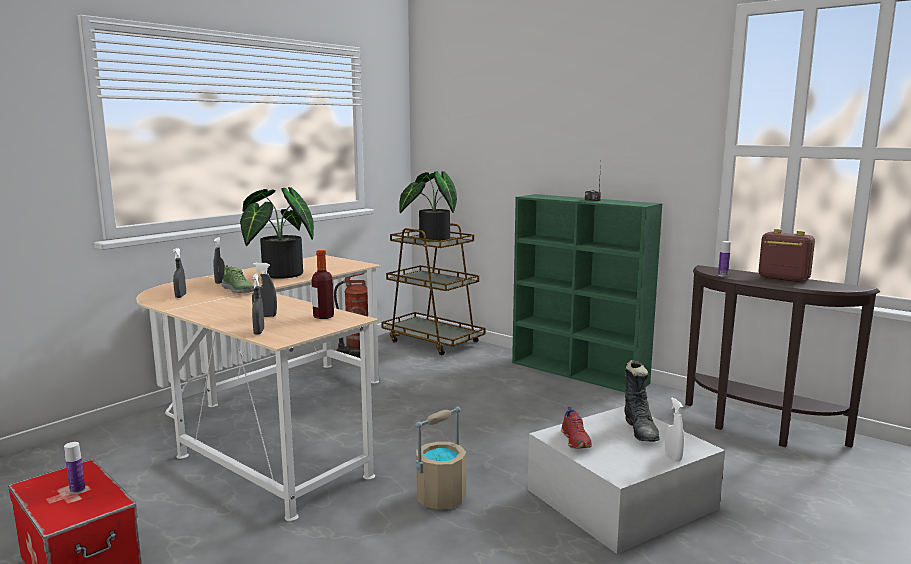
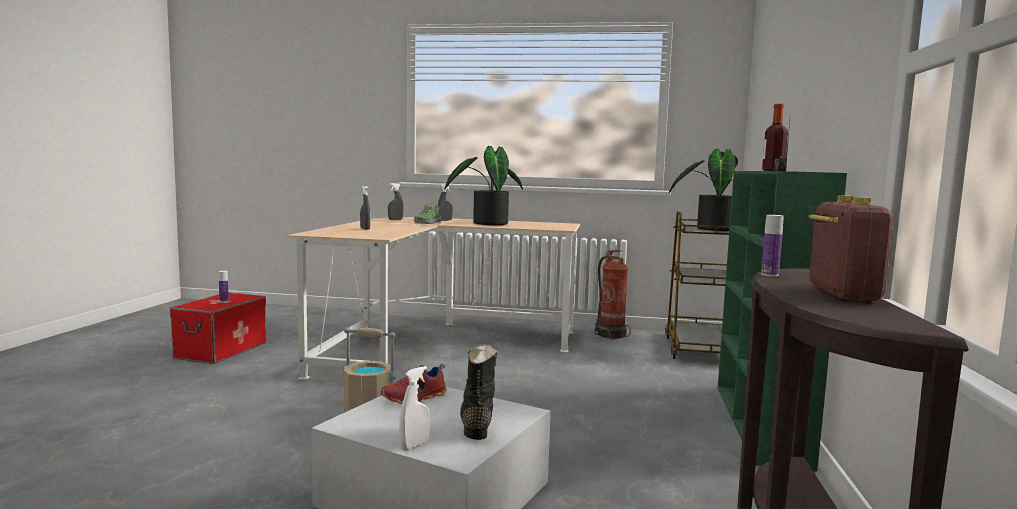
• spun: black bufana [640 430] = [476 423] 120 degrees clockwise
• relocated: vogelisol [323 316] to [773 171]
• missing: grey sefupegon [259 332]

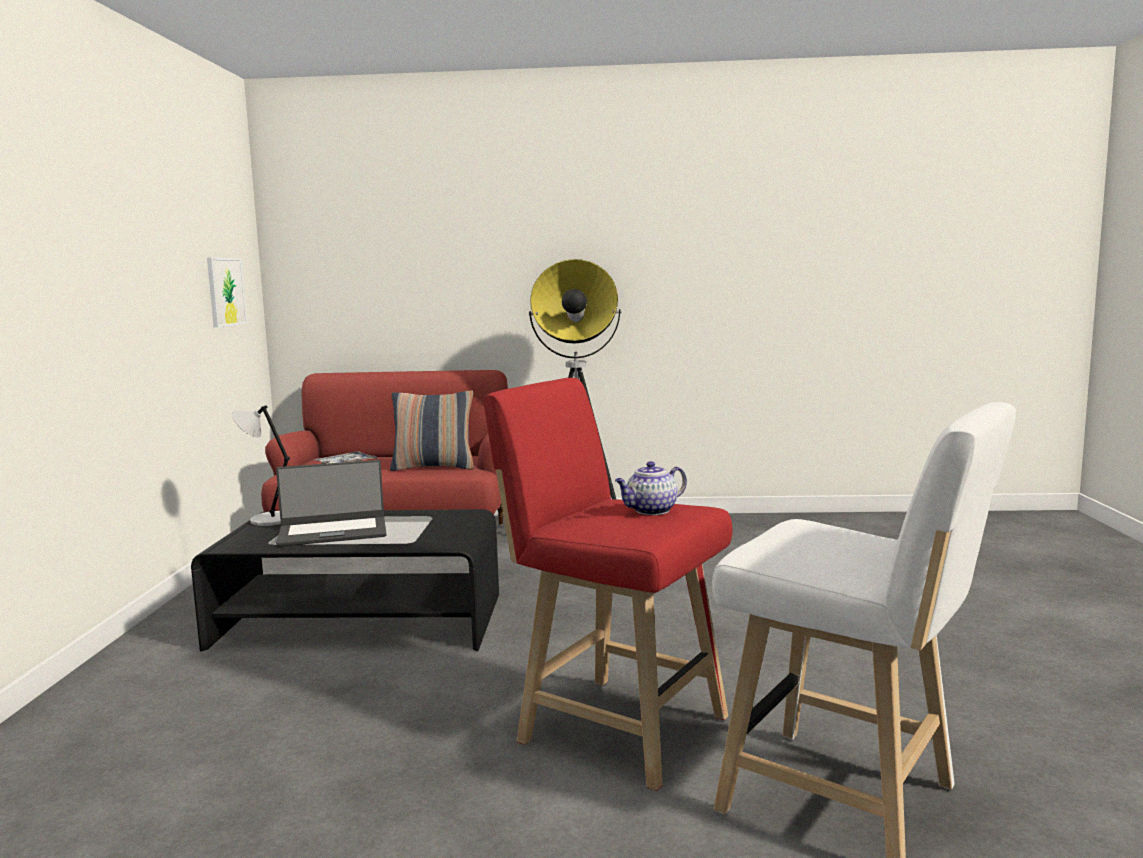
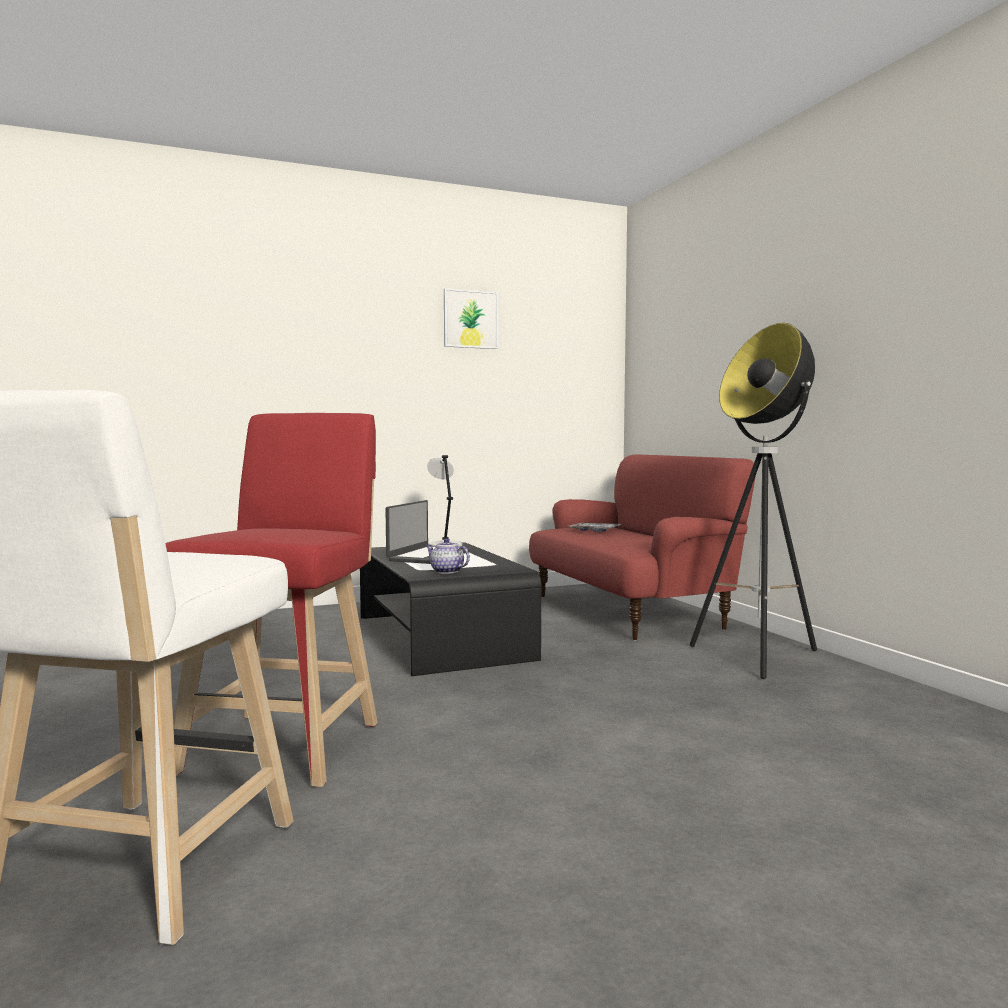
• spun: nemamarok [333 532] = [428 556] 120 degrees counterclockwise
• relocated: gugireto [651 511] to [446 571]
• relocated: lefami [225 292] to [470 319]
• missing: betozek [434 467]

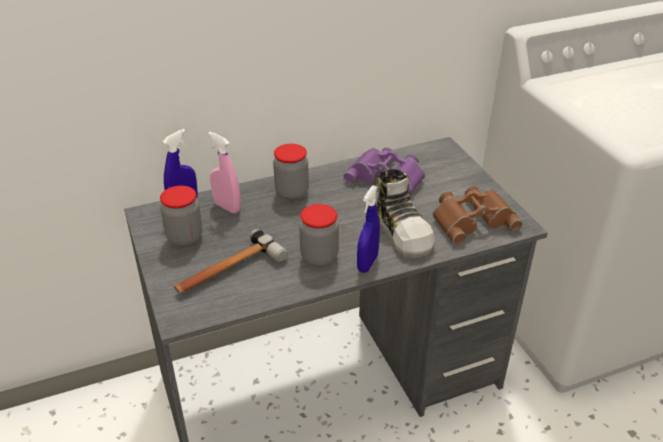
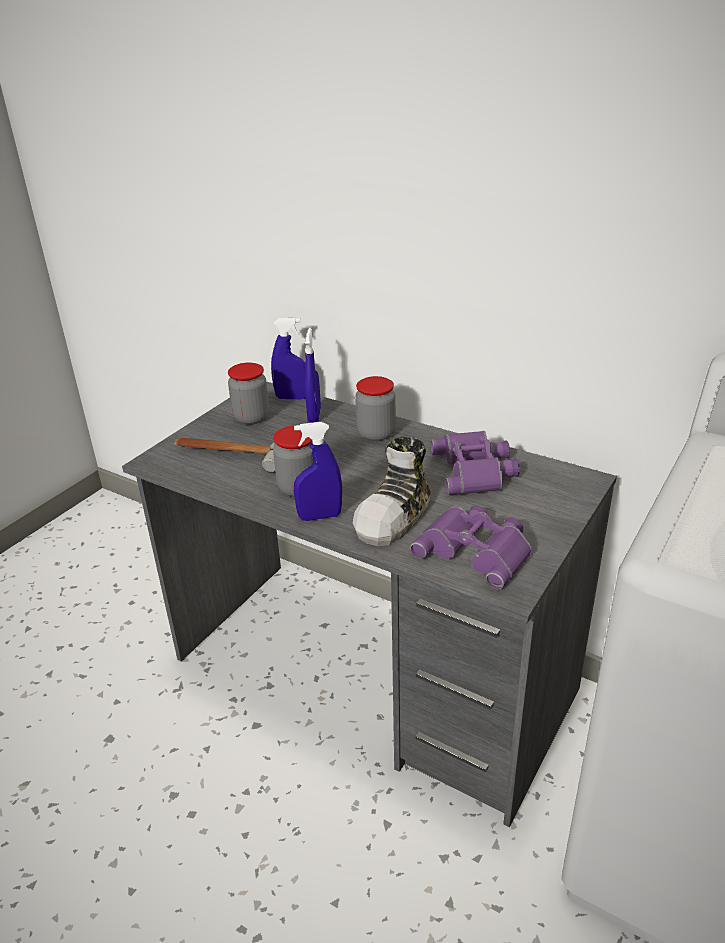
• colour: pink sefupegon [227 207] to blue sefupegon [314 415]
• colour: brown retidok [472 219] to purple retidok [476 550]

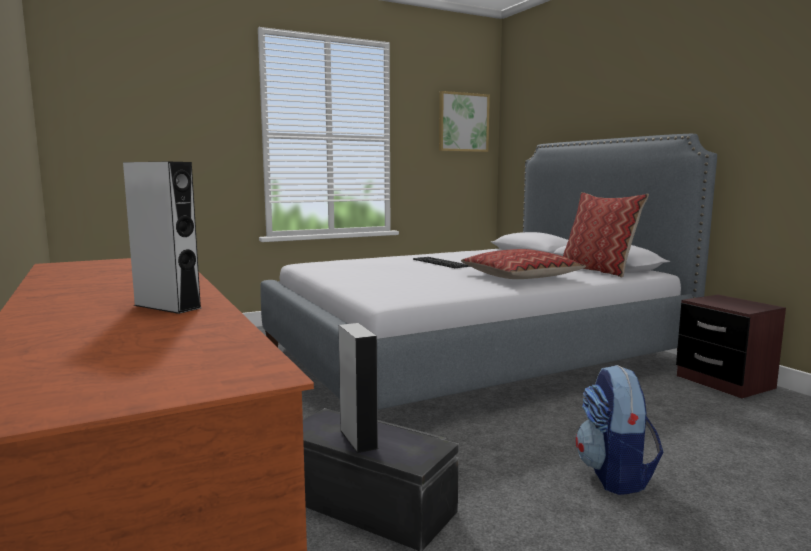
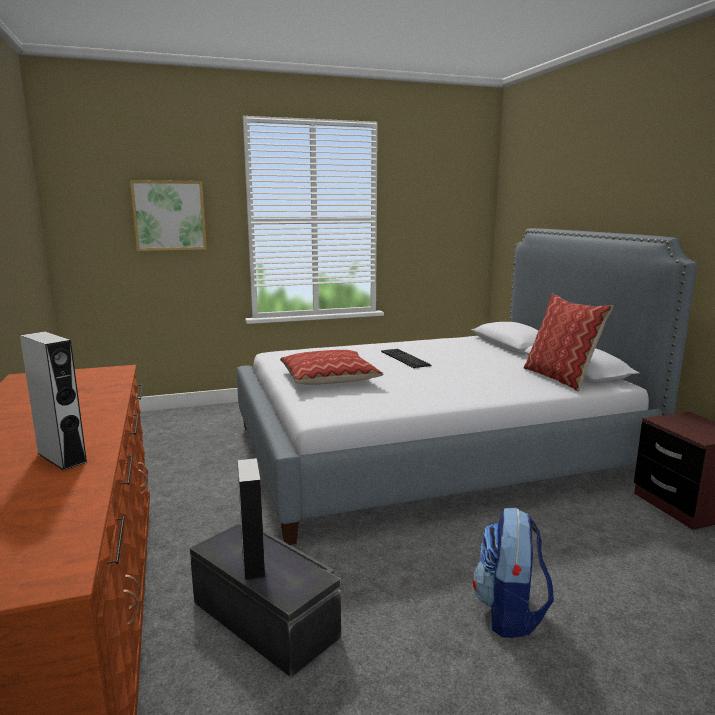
• relocated: lefami [463 122] to [169 215]
• relocated: betozek [520 276] to [329 378]

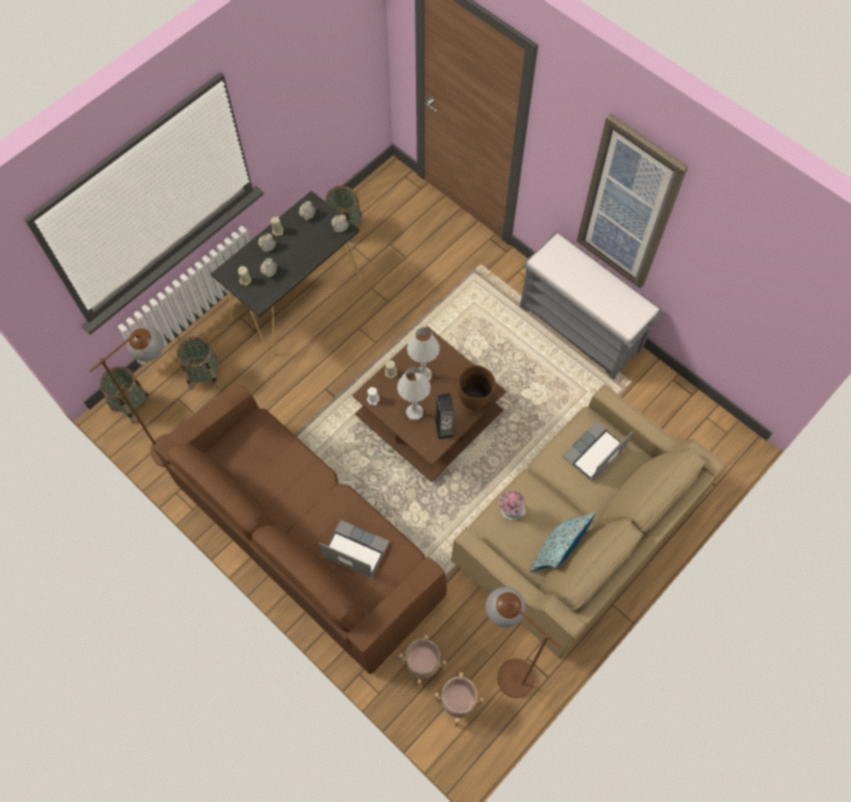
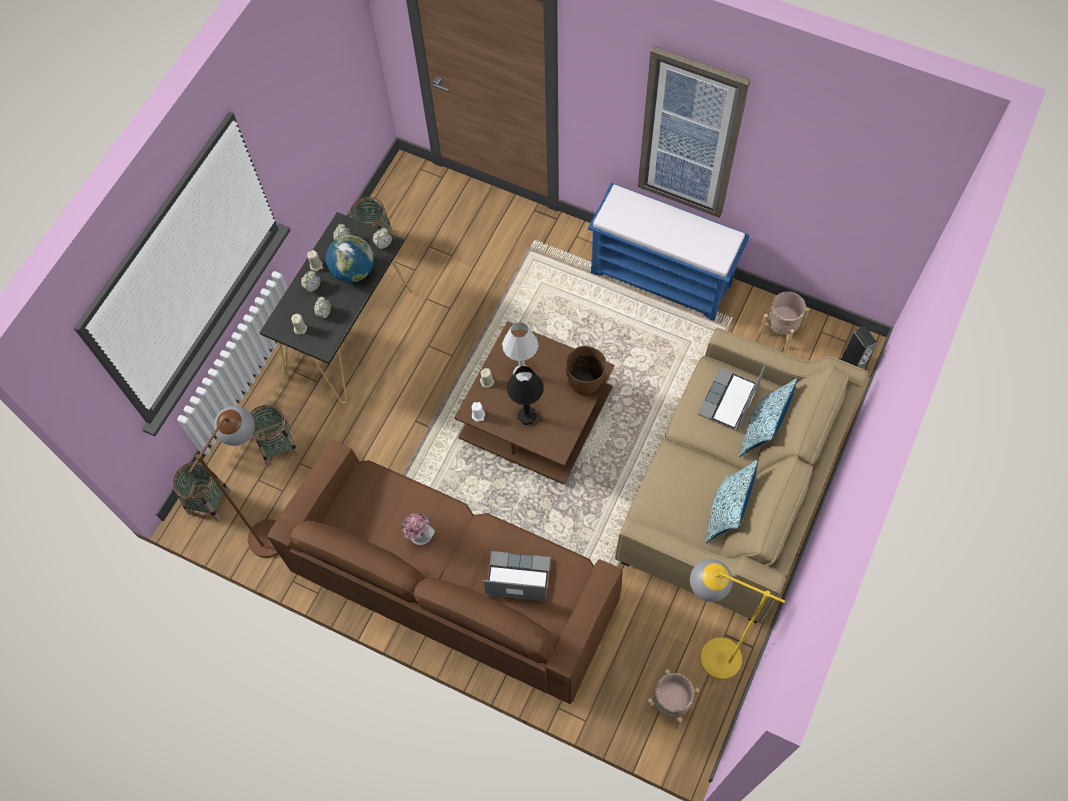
• appeared: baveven [353 271]
• relocated: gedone [509 513] to [419 537]
• colour: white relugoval [414 412] to black relugoval [526 416]
• colour: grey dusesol [581 328] to blue dusesol [662 278]
• colour: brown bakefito [505 668] to yellow bakefito [706 652]
• appeared: betozek [762 430]
• relocated: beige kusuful [422 665] to [780 329]
• relocated: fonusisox [444 427] to [852 364]

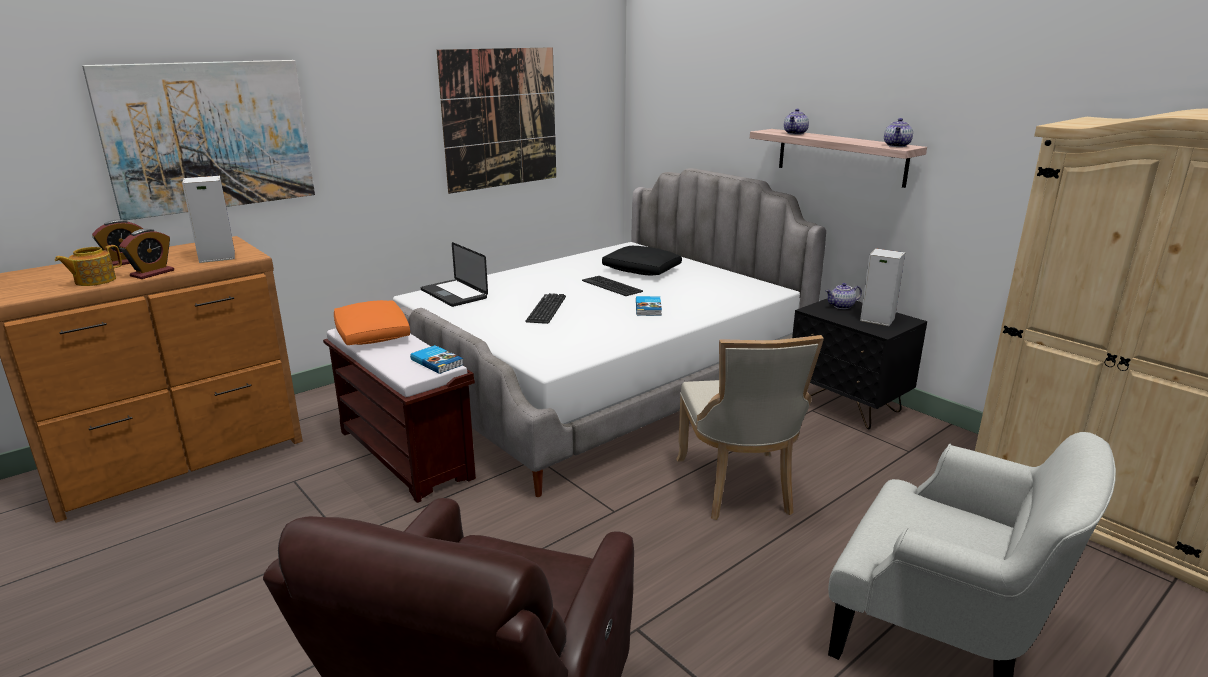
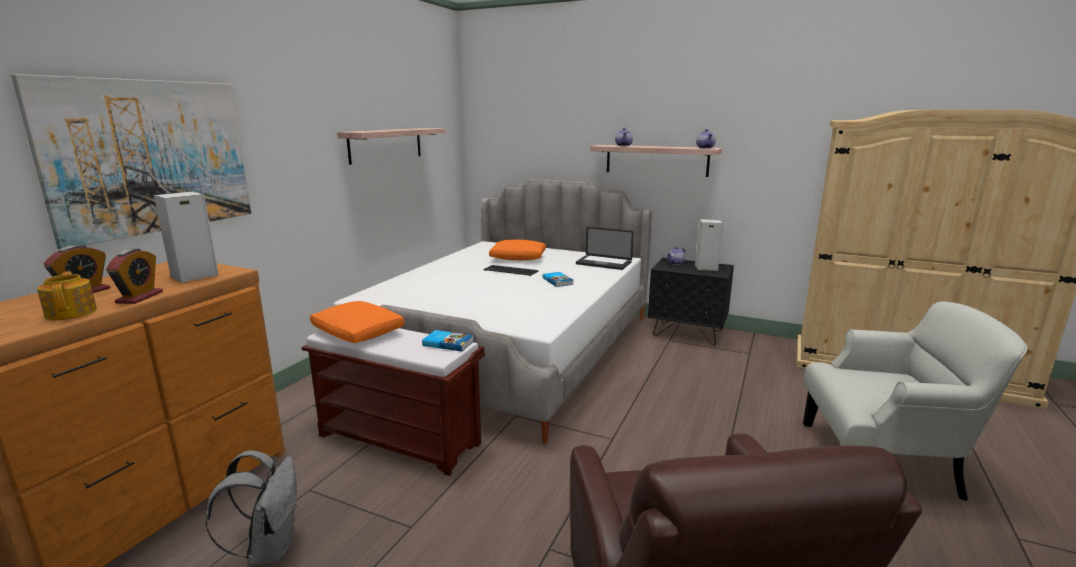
• spun: gugireto [94 280] = [72 313] 135 degrees clockwise
• appeared: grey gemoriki [270 549]
• exchanged: lefami [501 119] to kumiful [386 145]
• colour: black betozek [642 271] to orange betozek [518 258]
• relocated: nemamarok [454 294] to [603 263]
• missing: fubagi [546 309]
• missing: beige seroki [738 488]

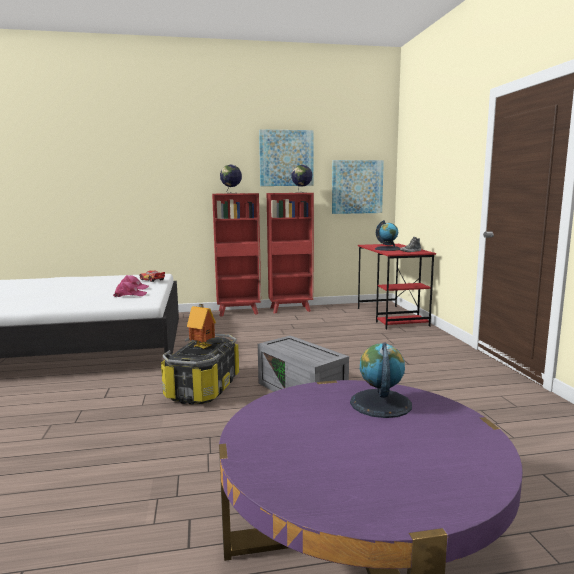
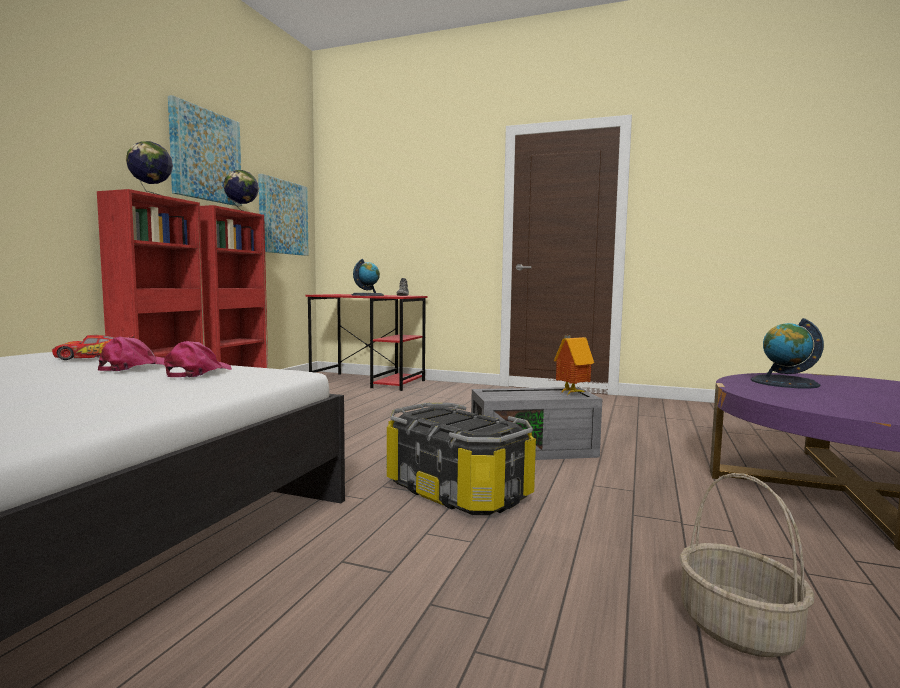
• relocated: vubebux [203 347] to [571 393]
• appeared: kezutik [736 628]

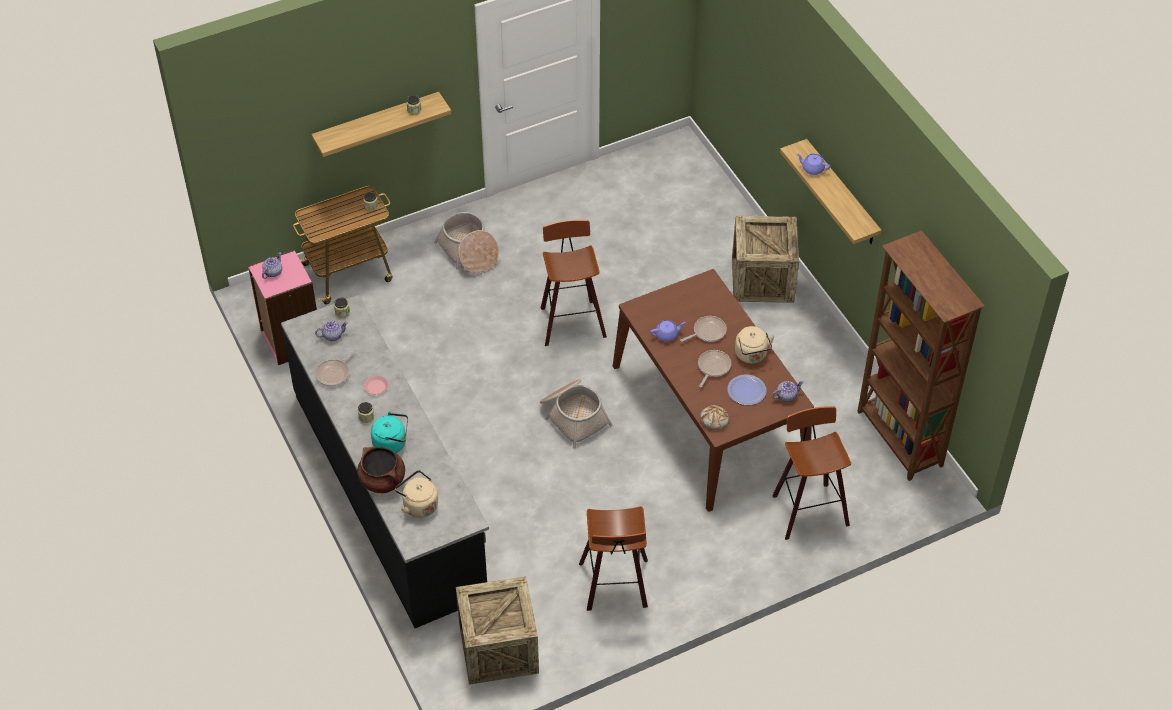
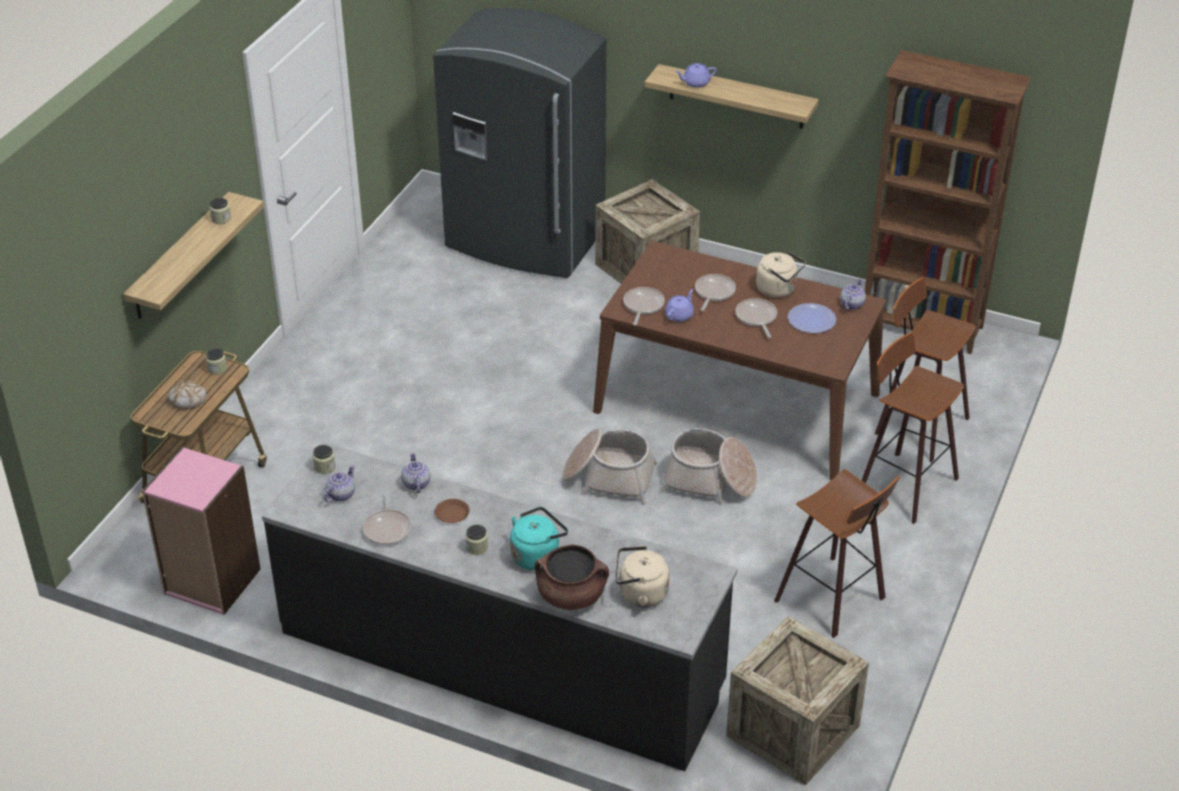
• relocated: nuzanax [714 420] to [188 399]
• relocated: gugireto [272 272] to [416 484]
• appeared: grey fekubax [524 241]
• colour: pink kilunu [376 387] to brown kilunu [452 514]
• appeared: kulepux [642 306]
• relocated: kezutik [468 252] to [710 480]
• relocated: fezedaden [570 321] to [904 484]

